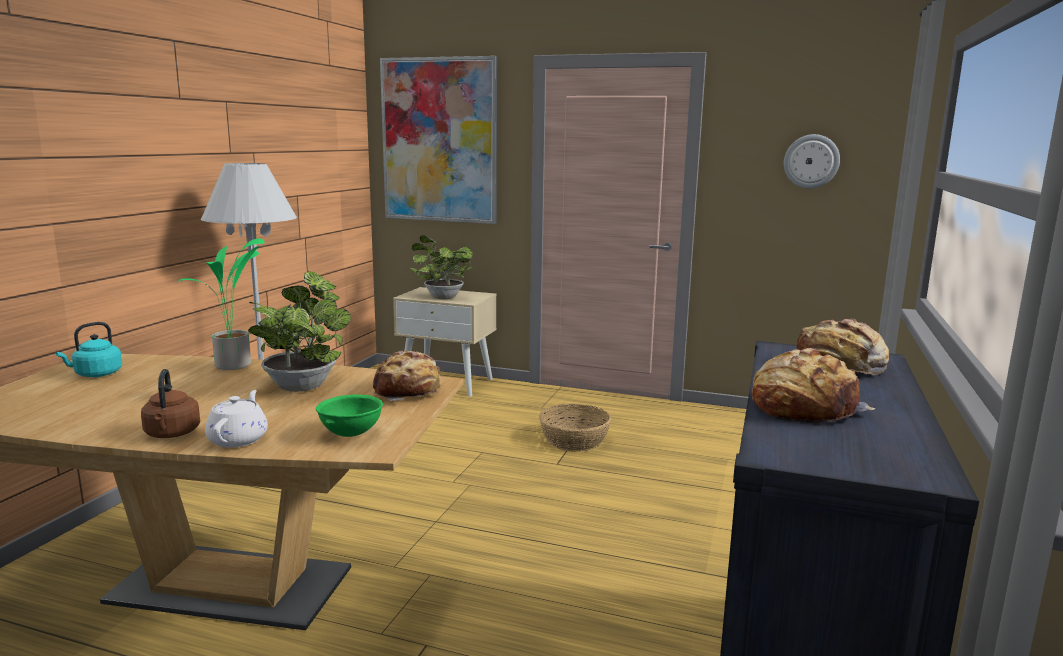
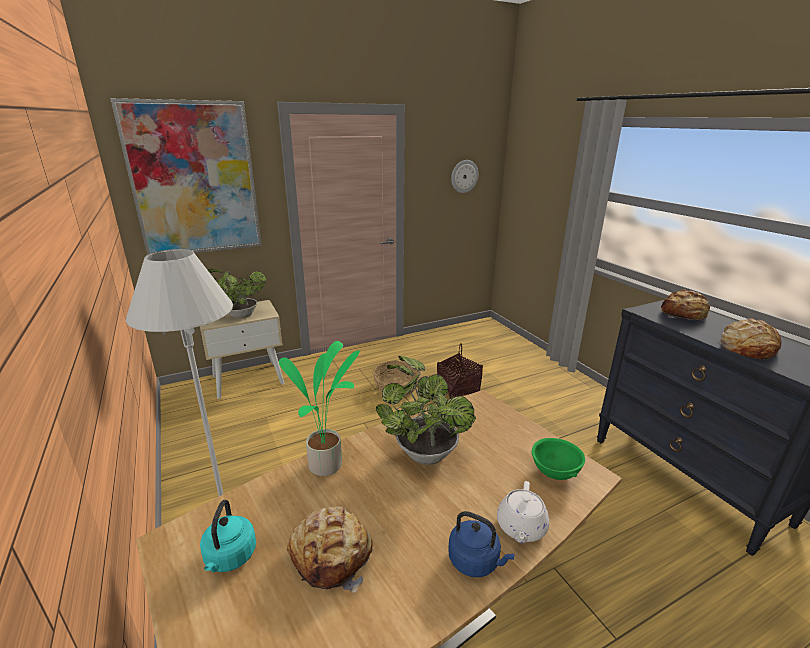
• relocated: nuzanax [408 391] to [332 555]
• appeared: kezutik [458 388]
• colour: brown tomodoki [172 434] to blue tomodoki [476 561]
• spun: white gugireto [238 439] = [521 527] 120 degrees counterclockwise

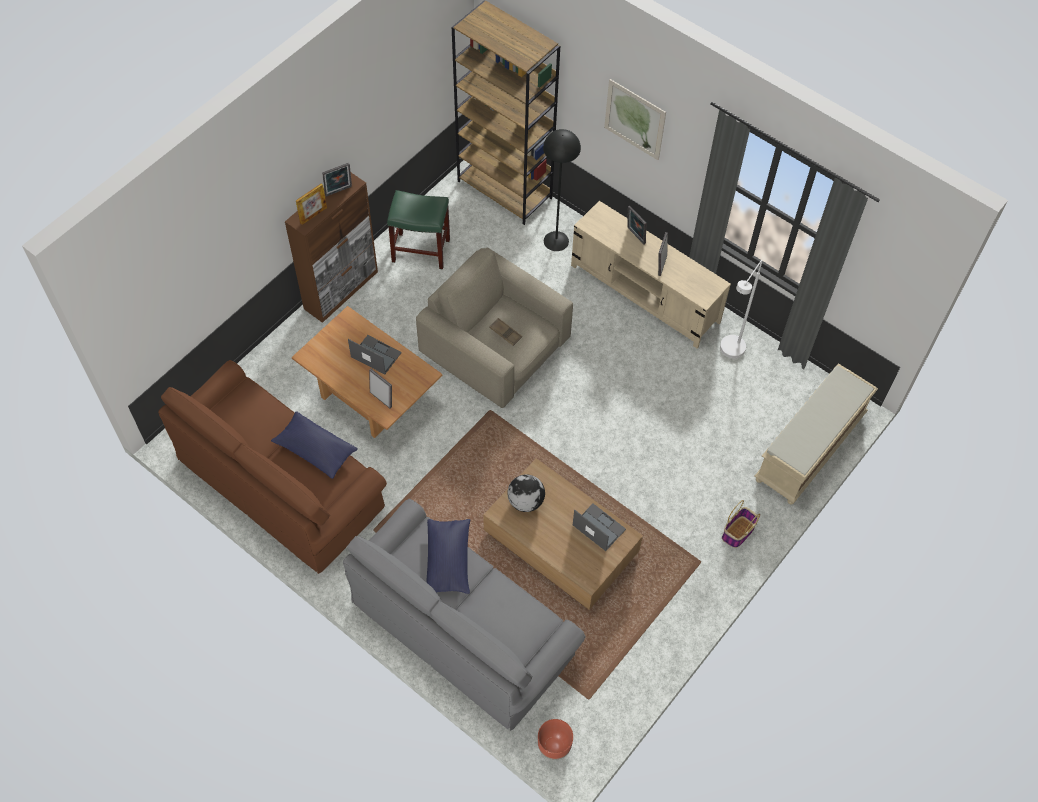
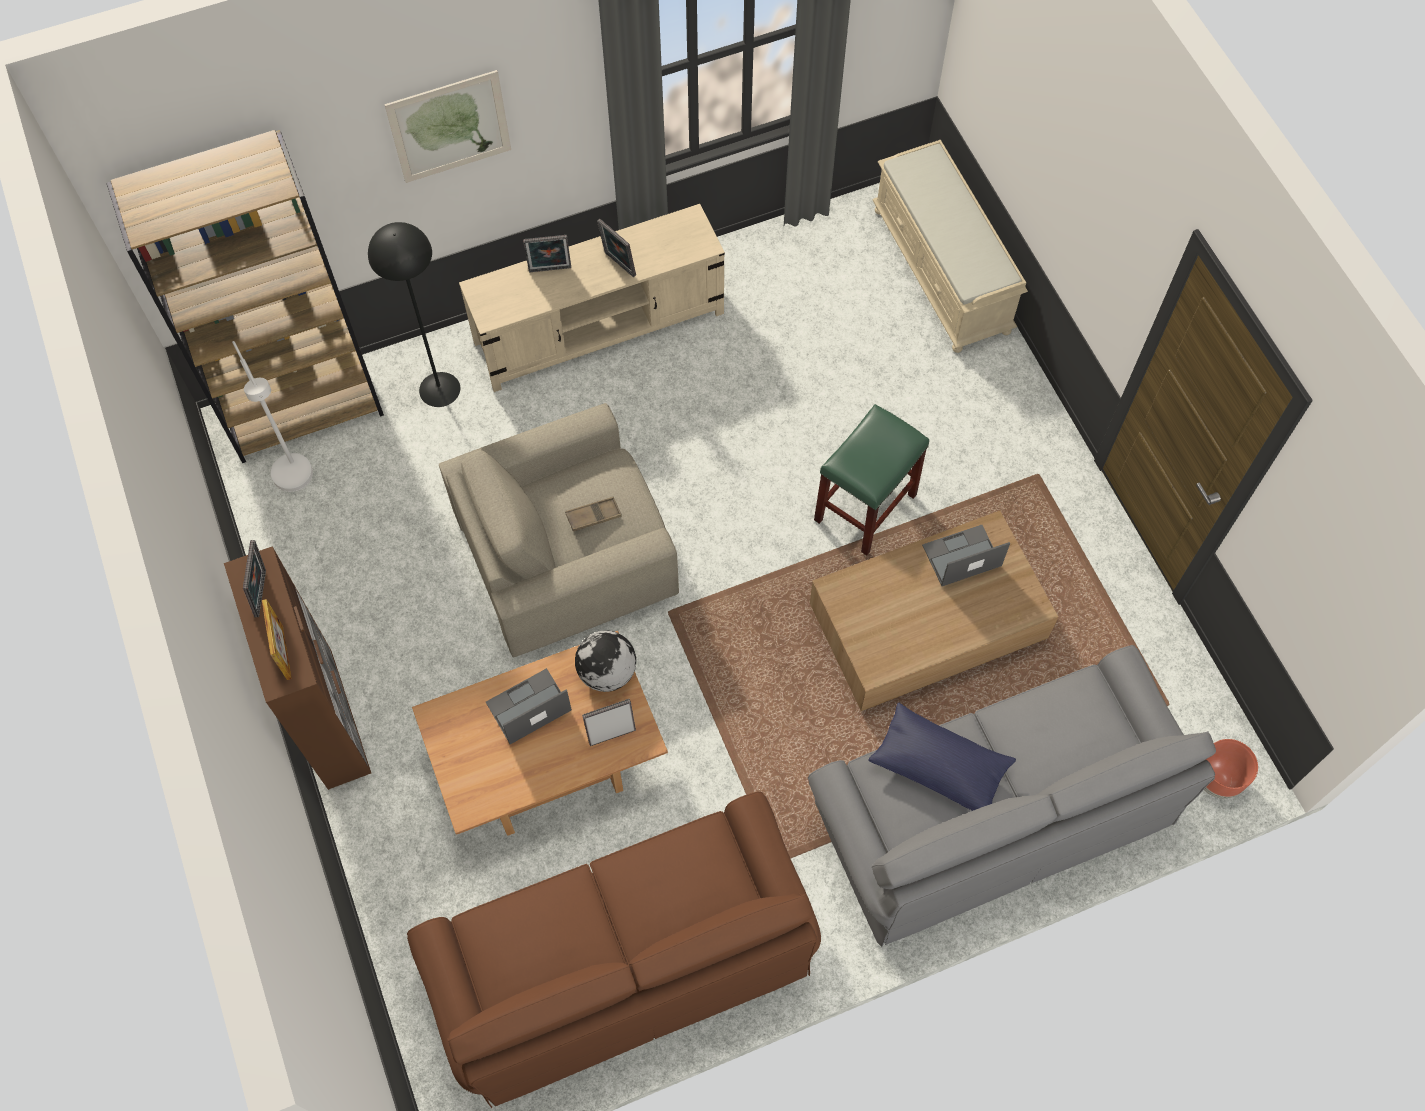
• relocated: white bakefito [730 353] to [298 482]
• relocated: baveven [525 501] to [606 672]
• relocated: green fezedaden [420 251] to [865 508]
• missing: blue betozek [315 450]
• missing: kezutik [738 533]

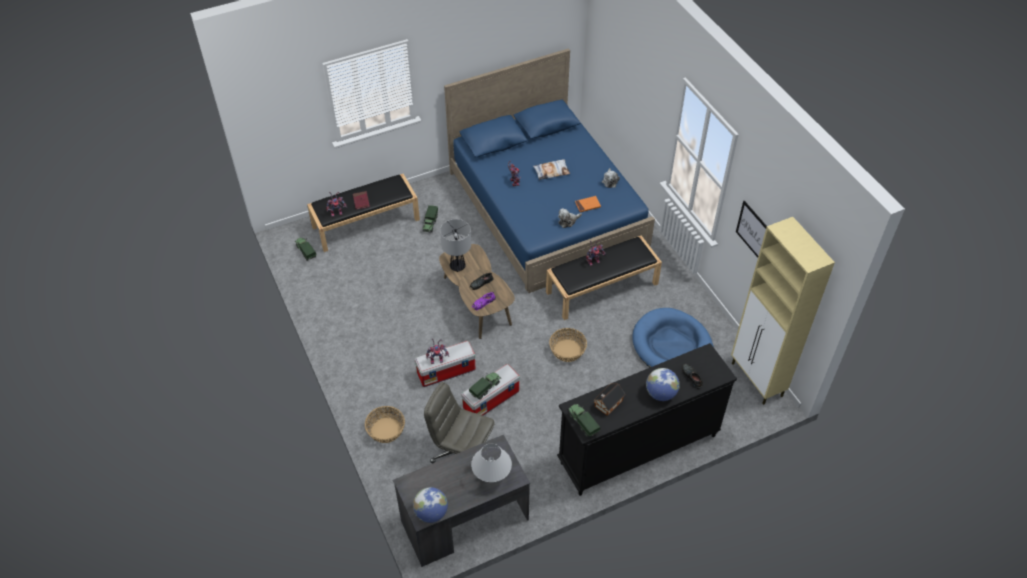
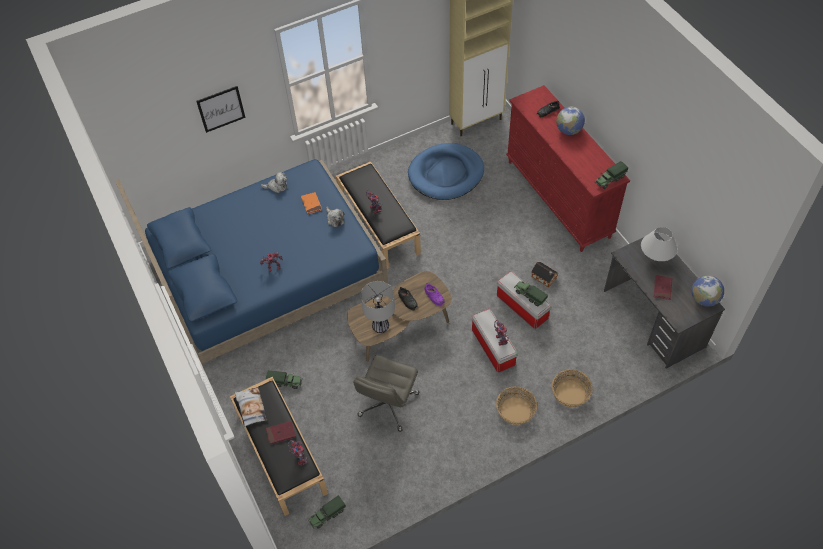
• relocated: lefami [753 230] to [221 109]
• relocated: betozek [551 171] to [251 408]
• relocated: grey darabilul [461 452] to [388 405]
• relocated: kezutik [567 351] to [515 411]
• colour: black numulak [637 449] to red numulak [558 199]
• relocated: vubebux [607 404] to [544 278]
• appeared: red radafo [662 288]

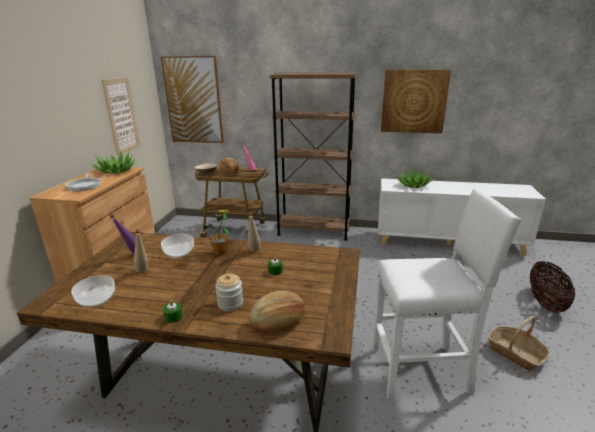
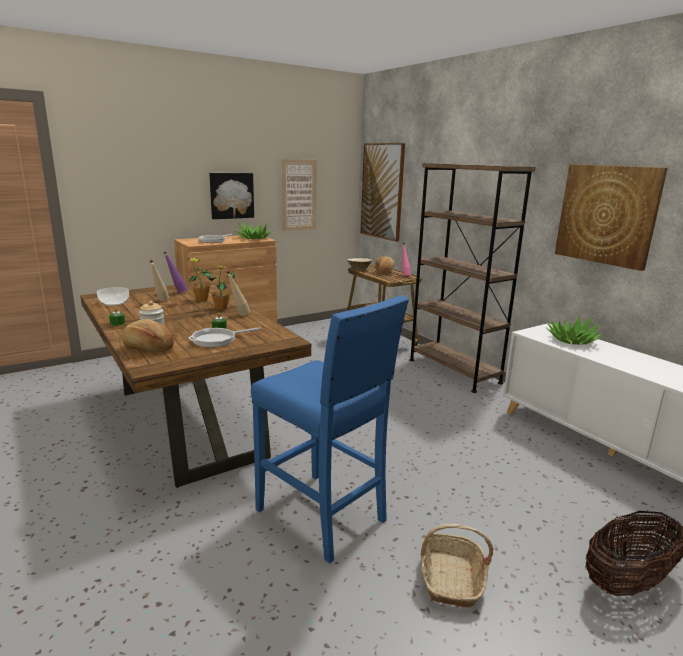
• exchanged: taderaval [179 252] to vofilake [202 299]
• appeared: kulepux [217 340]
• appeared: lefami [231 195]
• colour: white fezedaden [422 370] to blue fezedaden [323 516]

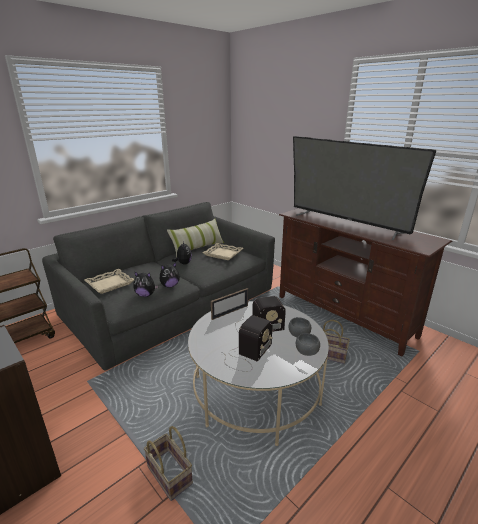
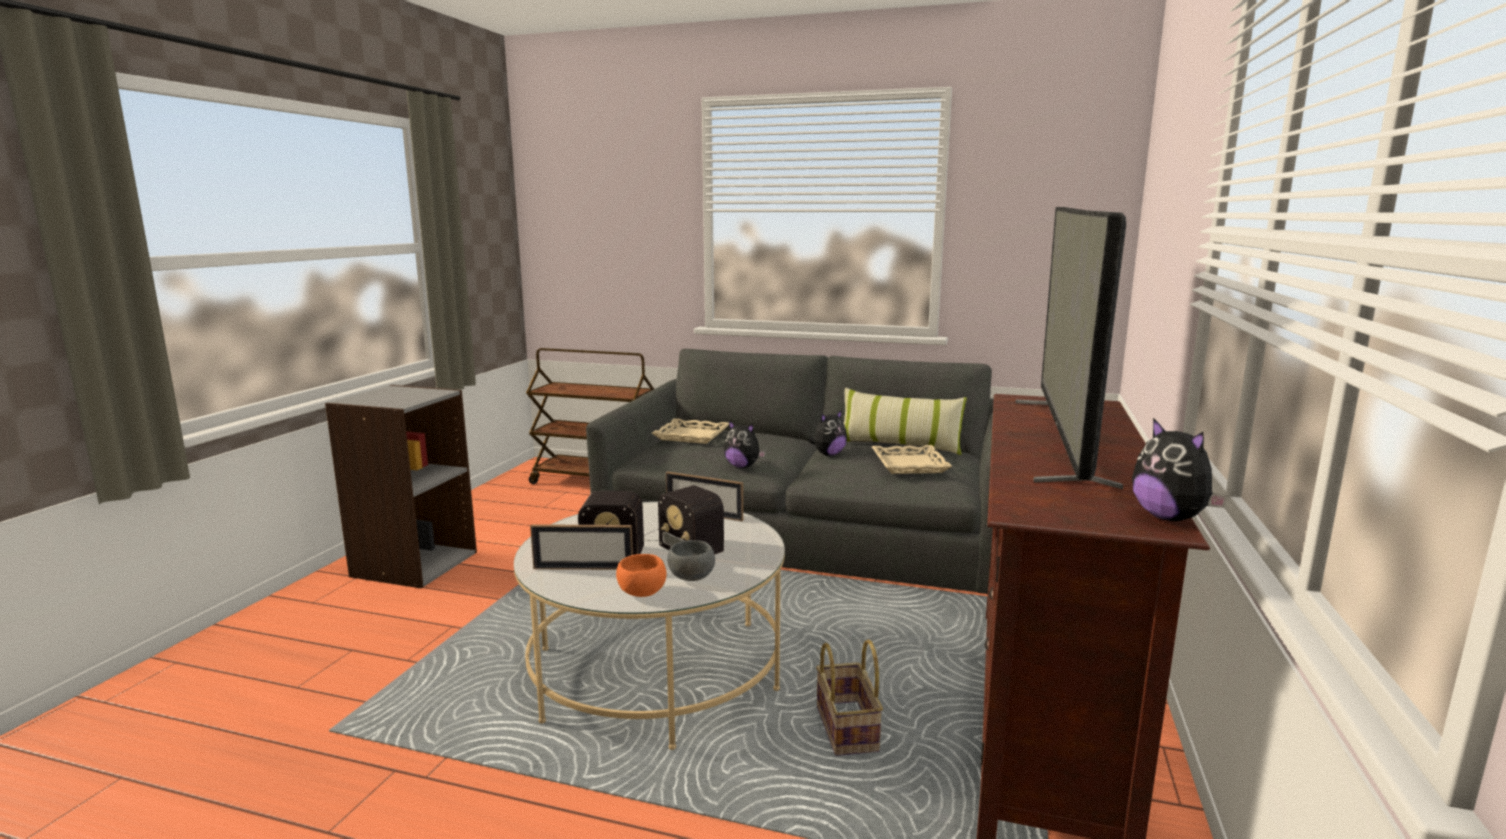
• appeared: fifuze [583 568]
• colour: grey taderaval [306 352] to orange taderaval [640 592]
• relocated: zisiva [146 295] to [1170 518]
• missing: kezutik [171 475]

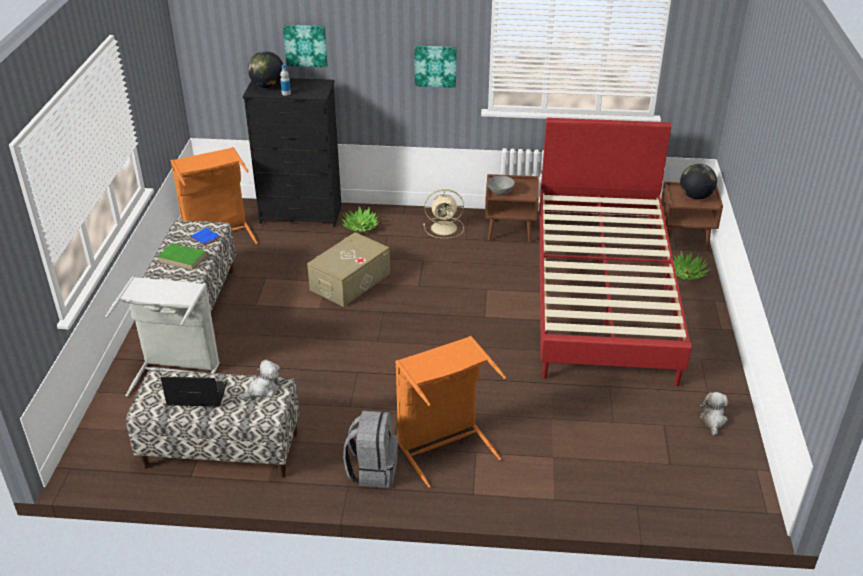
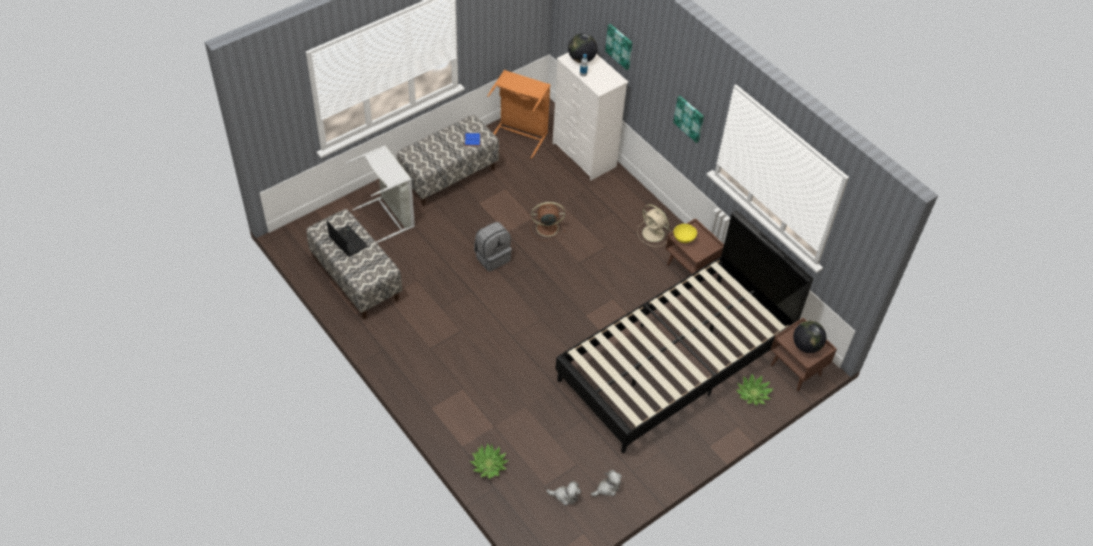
• relocated: vofilake [360 227] to [489 465]
• relocated: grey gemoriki [373 470] to [492 257]
• exchanged: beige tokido [350 281] to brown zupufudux [546 228]
• relocated: zisiva [263 389] to [565 496]
• colour: black numulak [301 215] to white numulak [584 155]
• colour: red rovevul [602 295] to black rovevul [674 361]
• colour: grey taderaval [500 192] to yellow taderaval [684 238]
• missing: green radafo [183 258]
• missing: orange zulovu [444 445]

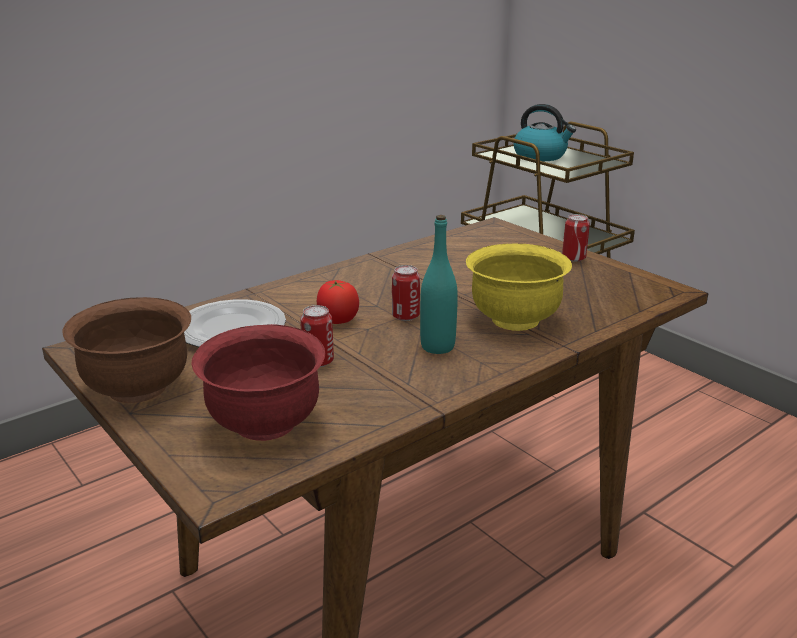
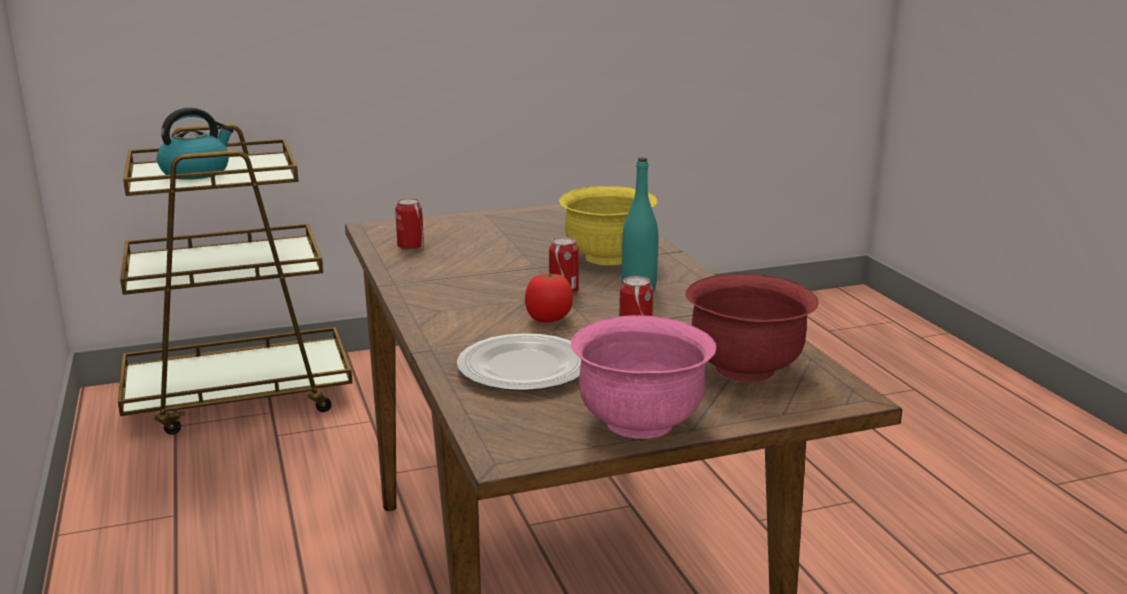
• relocated: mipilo [573 258] to [410 247]
• colour: brown taderaval [138 389] to pink taderaval [641 423]

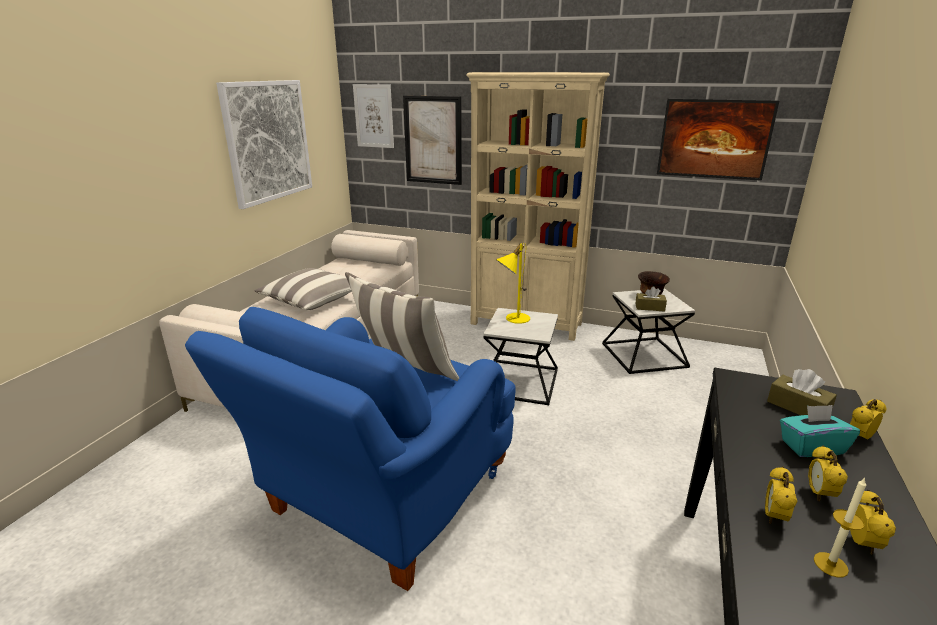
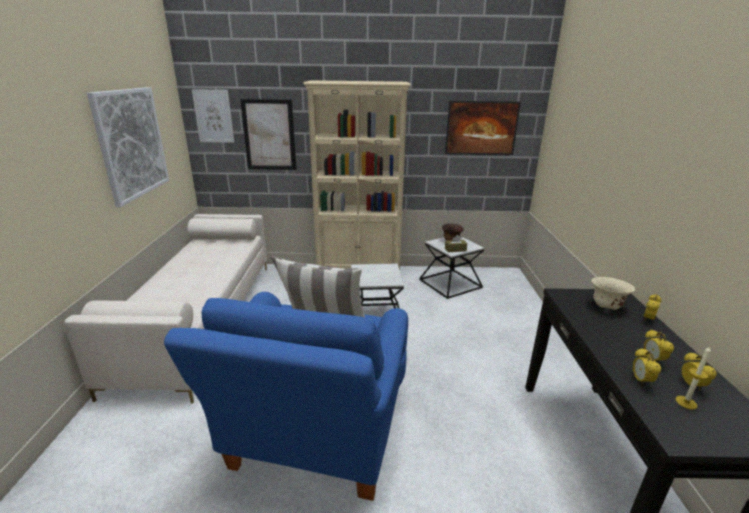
• exchanged: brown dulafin [798 407] to beige taderaval [606 306]
• missing: betozek [311 301]
• missing: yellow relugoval [513 318]
• missing: turquoise dulafin [811 446]

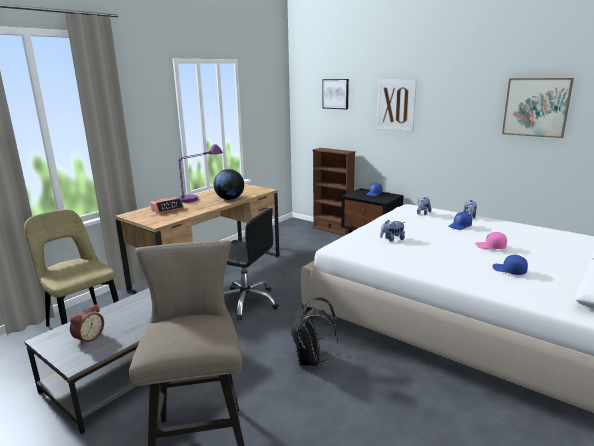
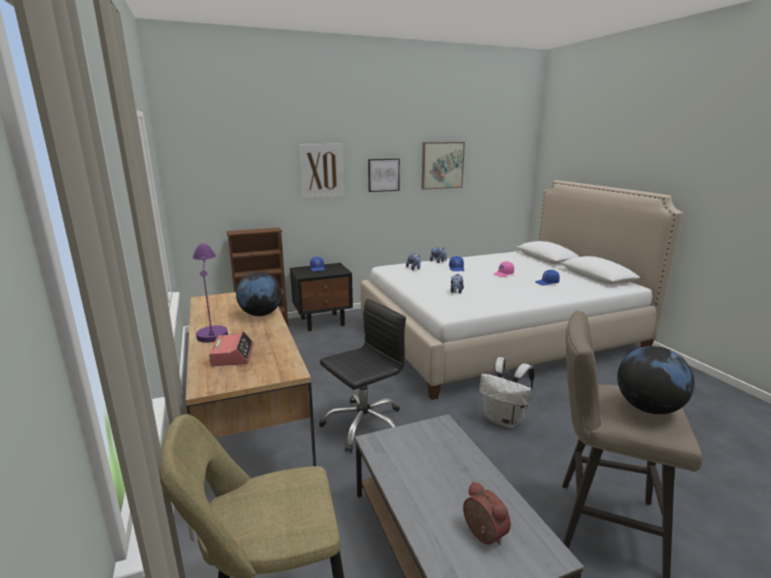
• relocated: lefami [335 94] to [383 175]
• colour: black gemoriki [311 359] to white gemoriki [504 420]
• appeared: baveven [648 408]

